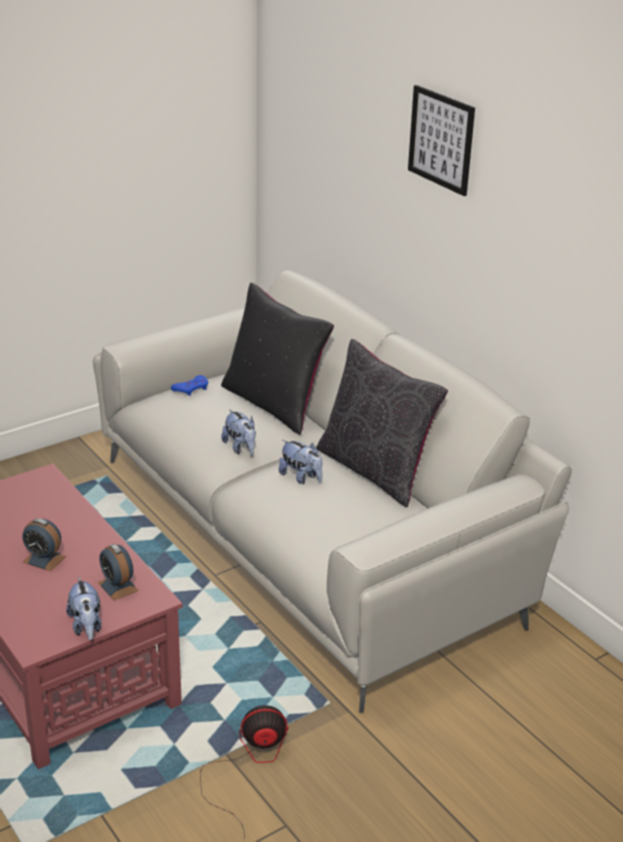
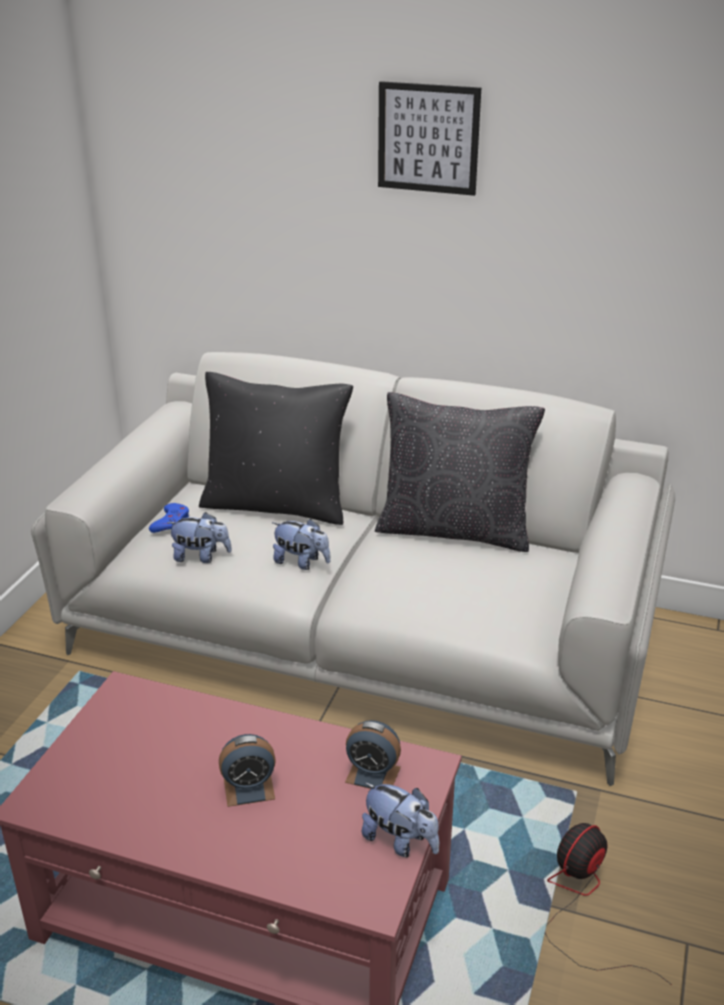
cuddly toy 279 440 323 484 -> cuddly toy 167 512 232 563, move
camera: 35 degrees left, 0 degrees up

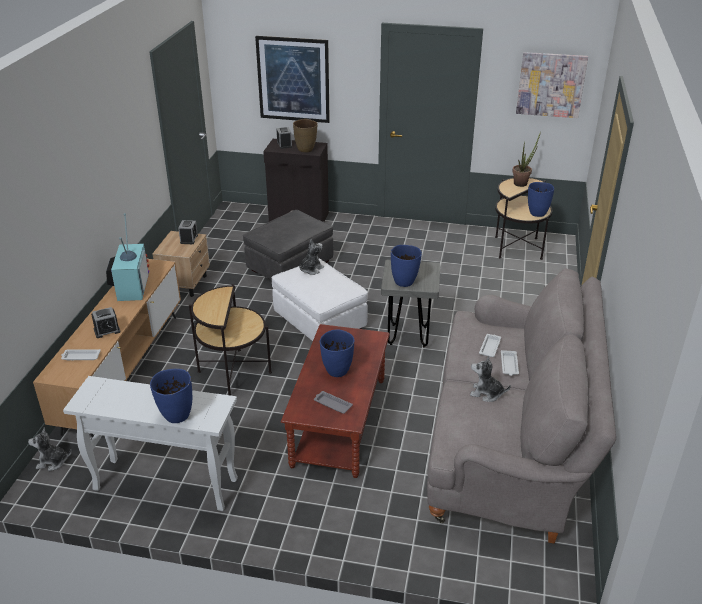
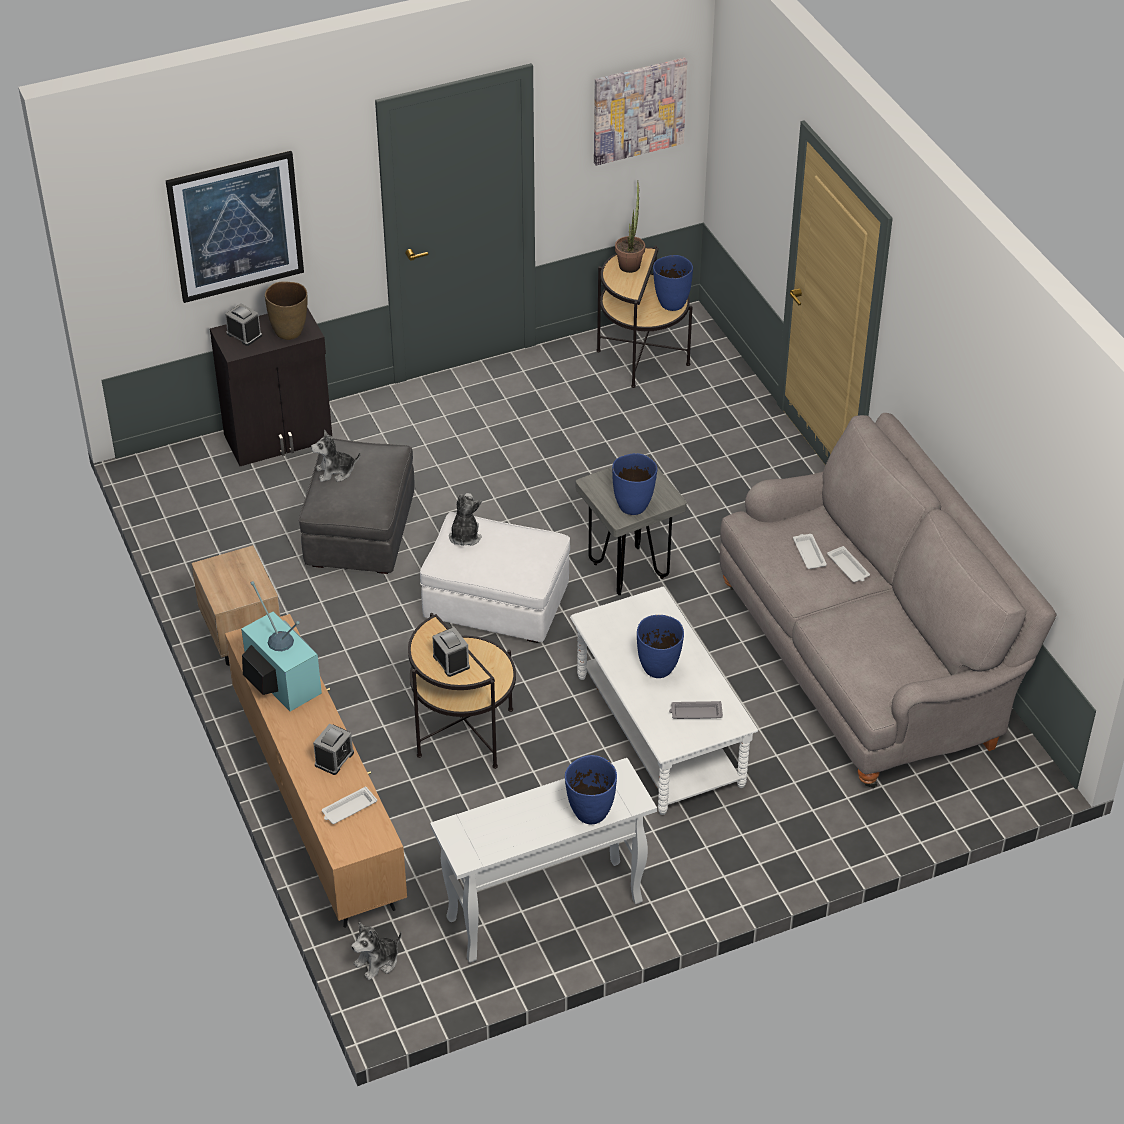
table clock 178 220 198 244 -> table clock 432 627 470 677, move
cuddly toy 470 356 511 402 -> cuddly toy 311 430 360 482, move
brown-coloured coffee table 281 324 390 478 -> white-coloured coffee table 570 587 758 815
camera: 35 degrees left, 10 degrees up

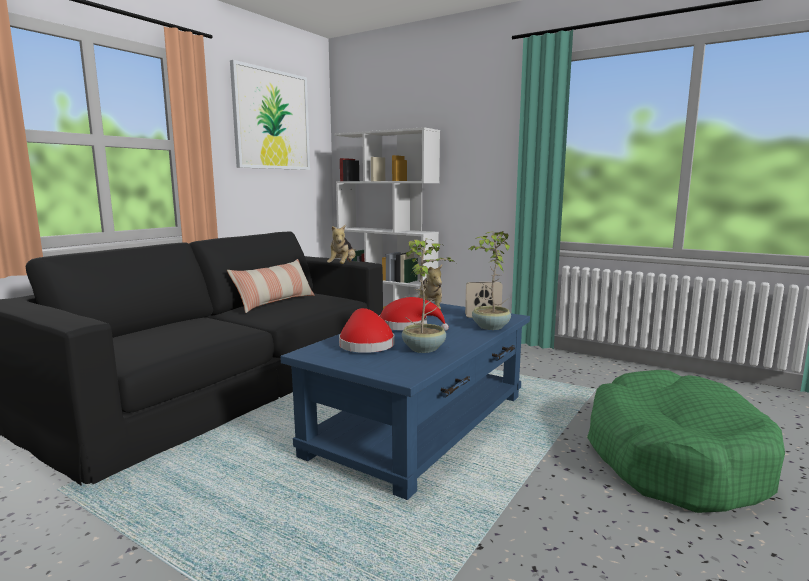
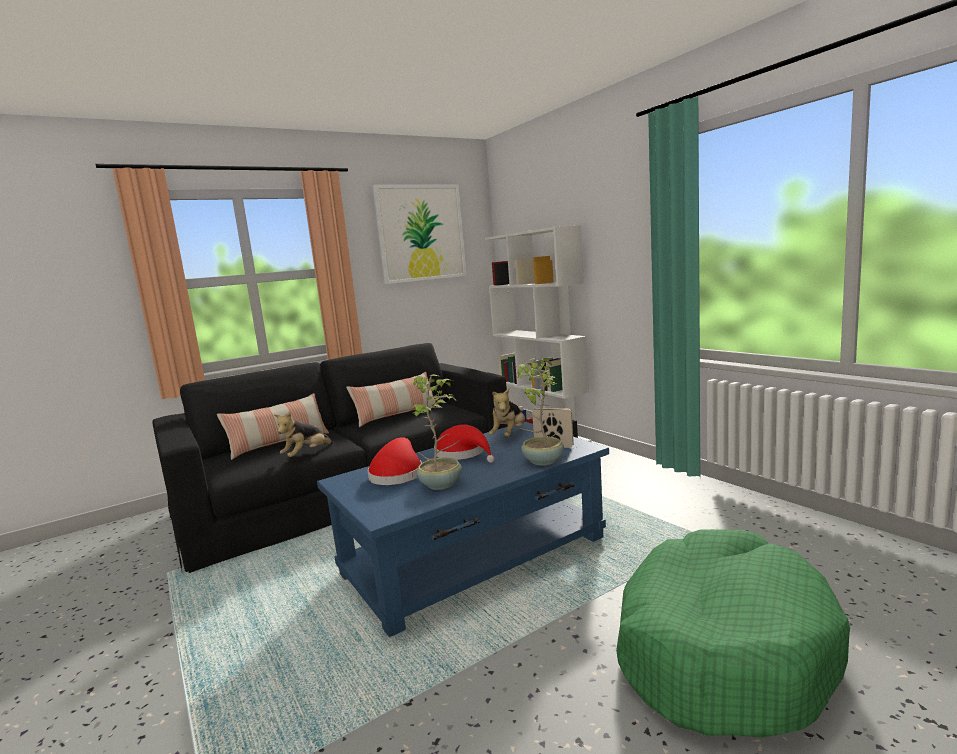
none -> cushion 217 393 329 460
cuddly toy 327 225 356 264 -> cuddly toy 274 411 333 457, move
camera: 25 degrees right, 0 degrees up

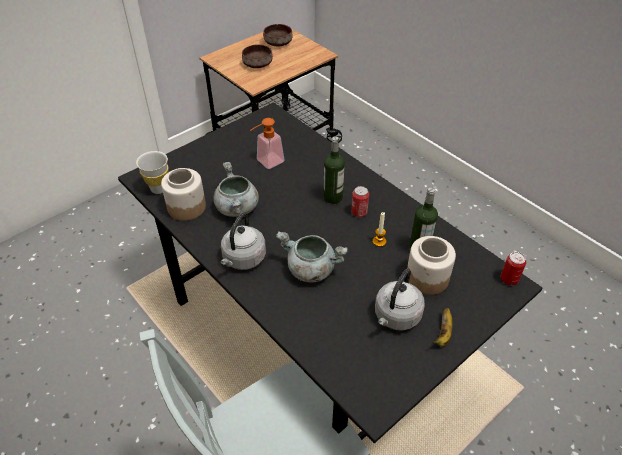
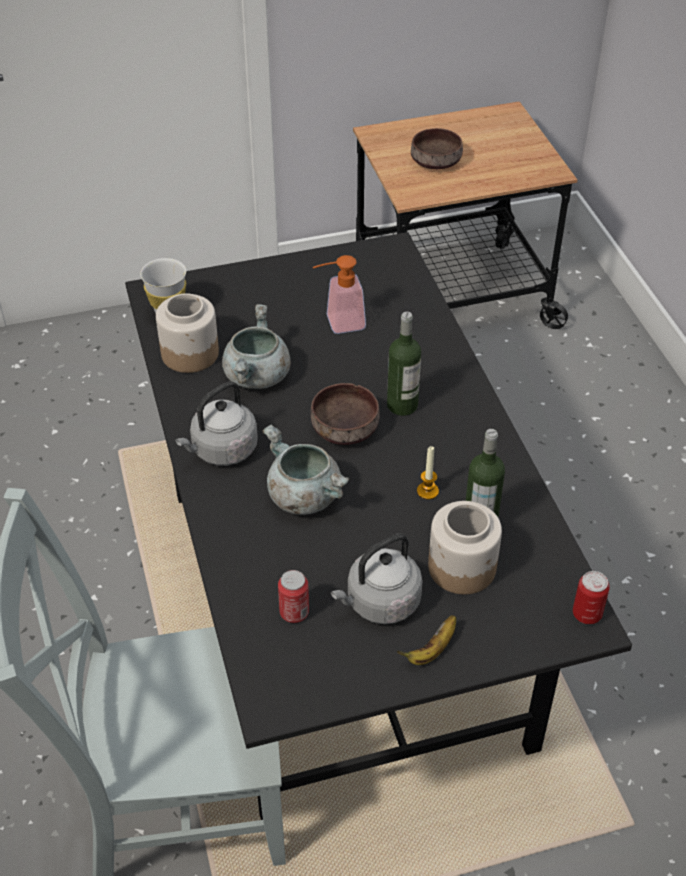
brown-coloured serving bowl 263 24 292 46 -> brown-coloured serving bowl 311 383 380 445, move
sealed can 351 186 369 217 -> sealed can 278 570 309 623, move
camera: 25 degrees right, 0 degrees up

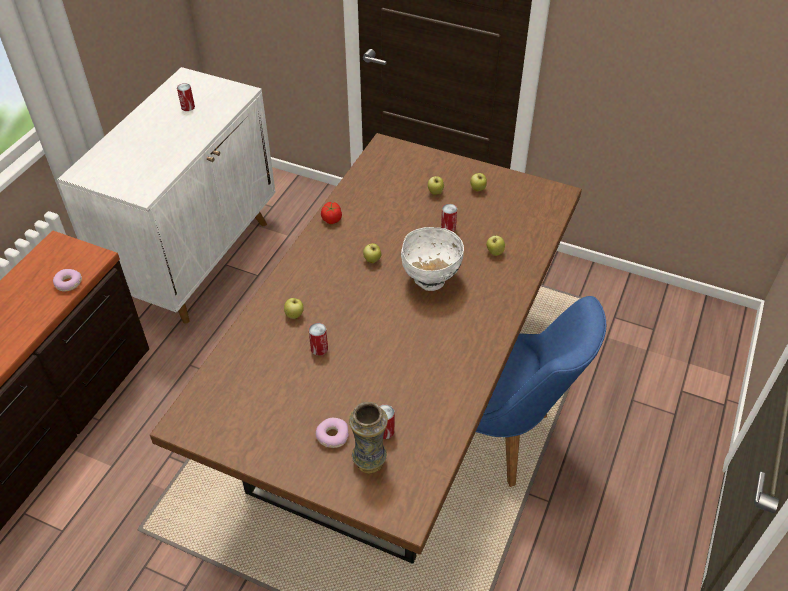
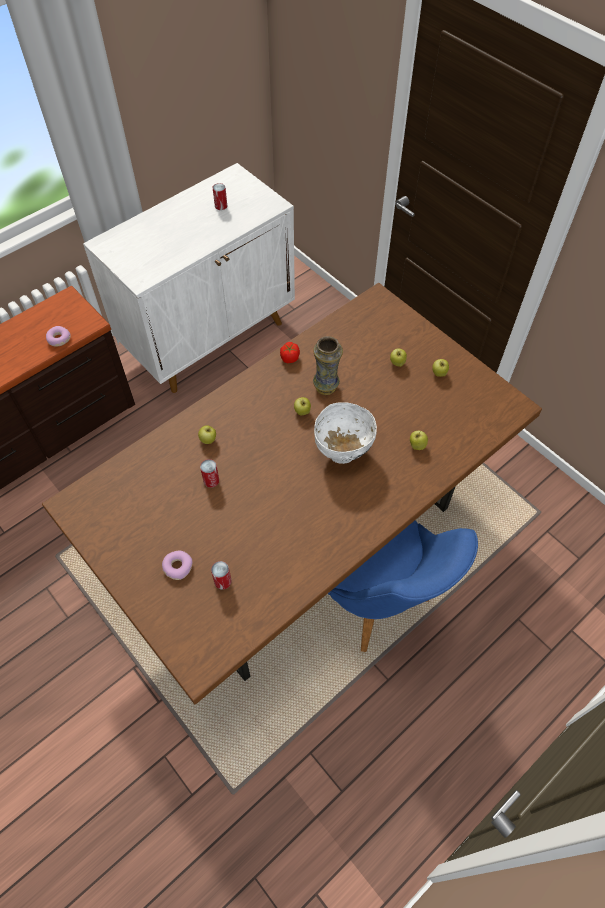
sealed can 441 204 457 232 -> none
flower vase 349 402 388 474 -> flower vase 313 336 343 395, move
camera: 25 degrees right, 10 degrees up

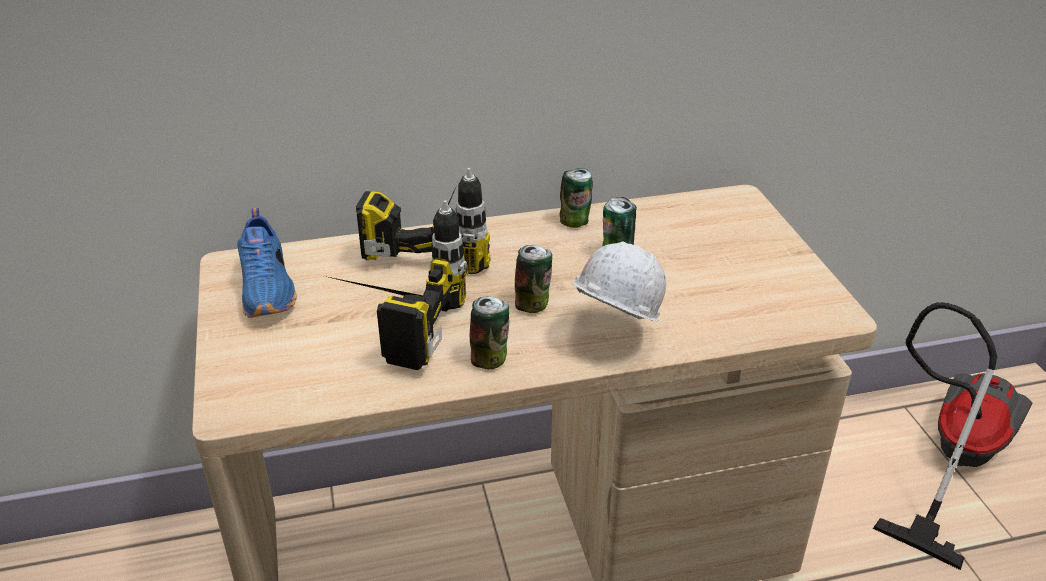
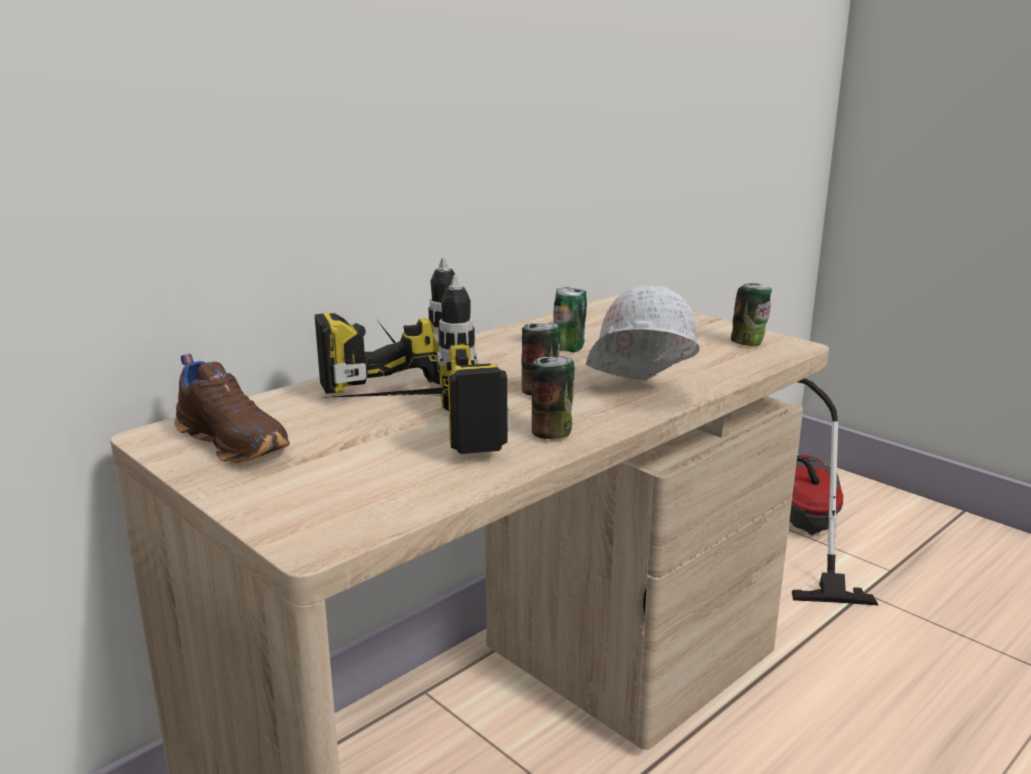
sealed can 560 168 593 228 -> sealed can 731 283 772 346, move
bluish shoe 237 208 297 318 -> brown-coloured shoe 174 354 290 463
camera: 30 degrees left, 15 degrees down

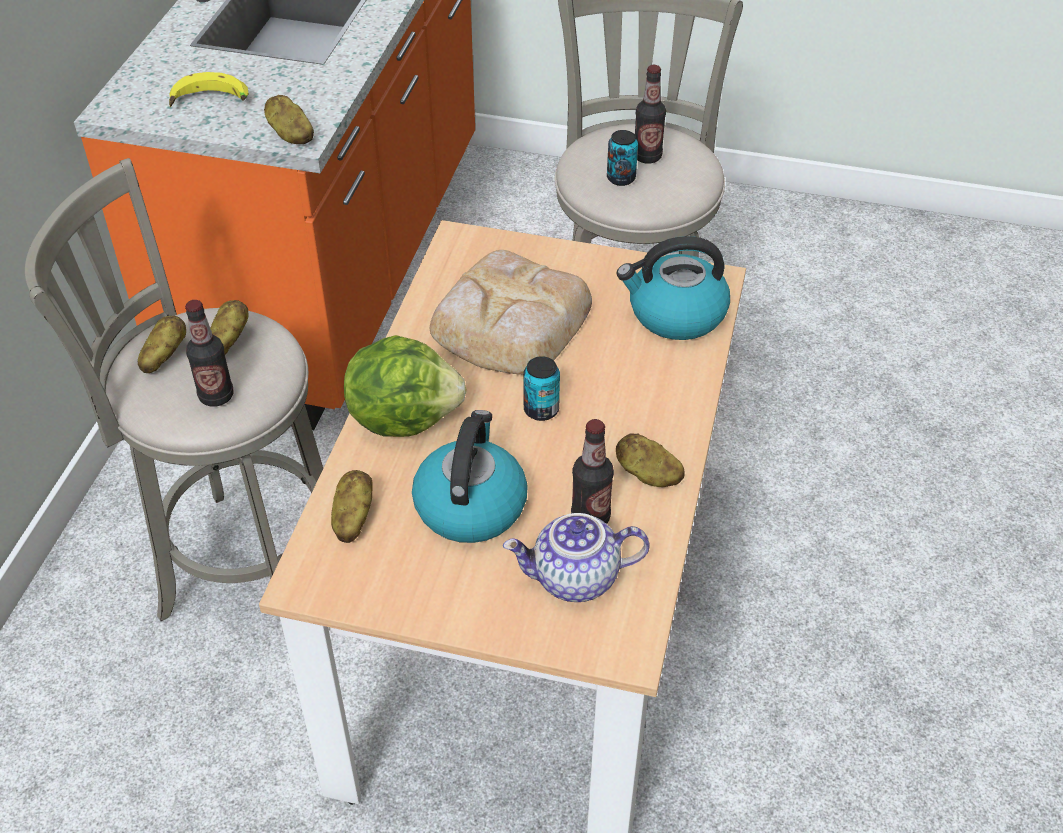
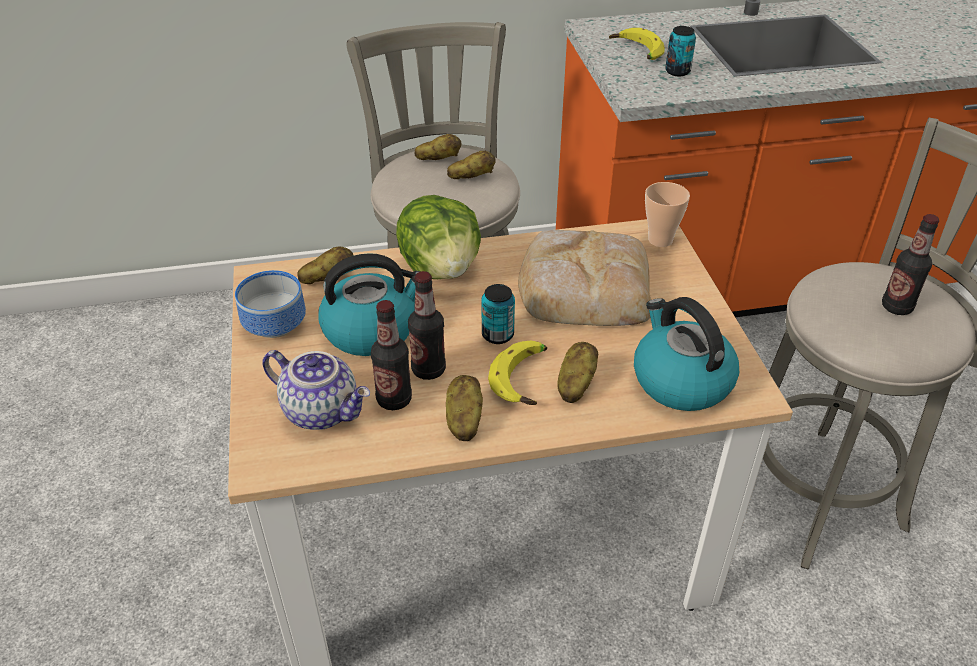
none -> serving bowl 235 270 306 338
none -> banana fruit 488 341 547 405
none -> cup 645 182 690 247
bottle 185 300 233 406 -> bottle 408 271 446 380, move
potato 264 95 314 144 -> potato 557 342 598 403, move
sealed can 607 130 638 186 -> sealed can 665 26 696 76, move
tea pot 503 513 649 602 -> tea pot 262 350 370 430, 150 degrees clockwise
camera: 65 degrees right, 5 degrees down

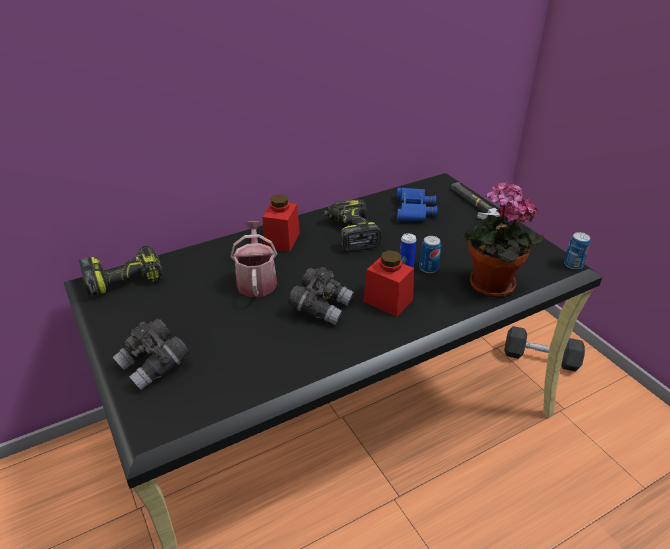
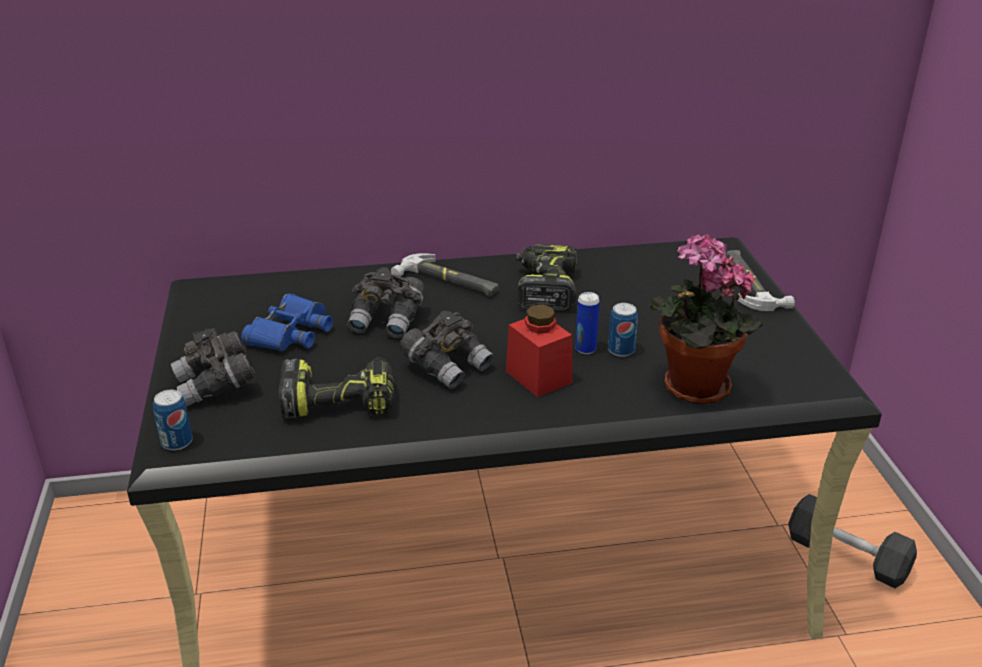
electric drill 79 246 162 297 -> electric drill 279 357 394 418, move
bluish binoculars 397 187 437 222 -> bluish binoculars 241 293 333 351, move
sealed can 564 232 591 270 -> sealed can 153 390 193 451, move
watering pot 230 221 277 297 -> gray binoculars 347 267 425 338
red-coloured preserve jar 263 194 300 252 -> hand hammer 391 253 498 296
camera: 20 degrees right, 5 degrees down

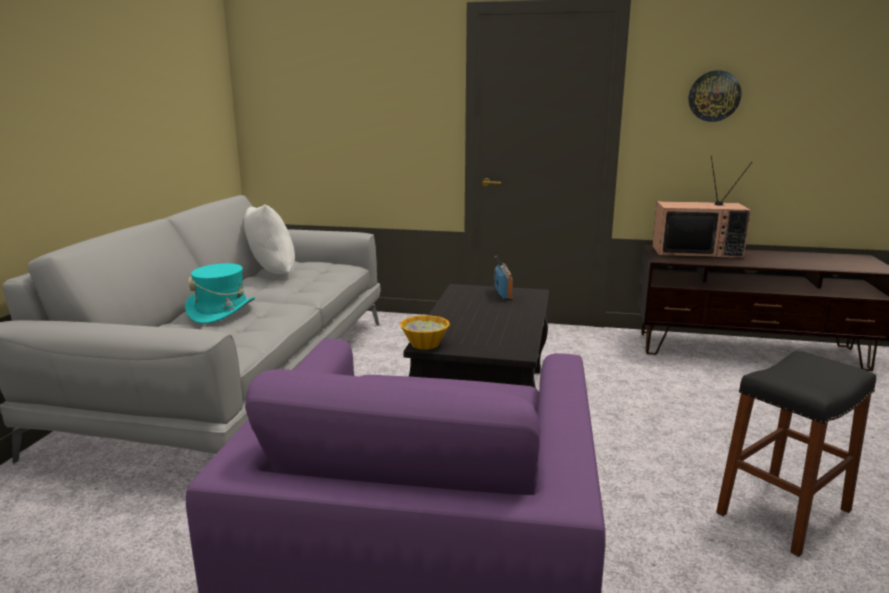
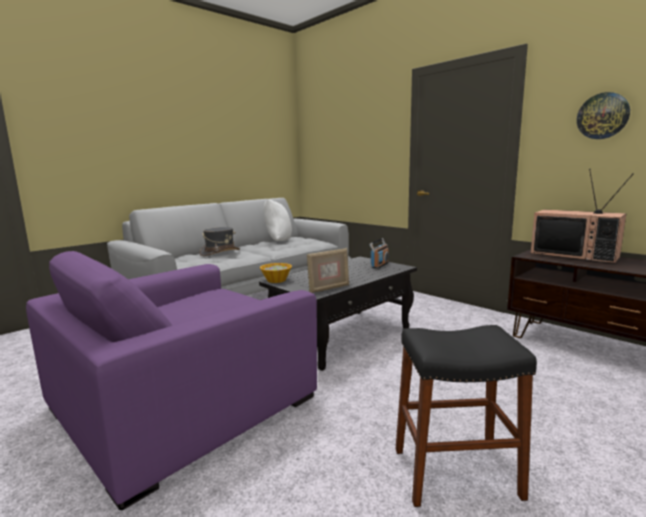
none -> photo frame 307 248 349 293
turquoise hat 185 263 255 324 -> gray hat 200 227 240 256
camera: 35 degrees right, 5 degrees down

